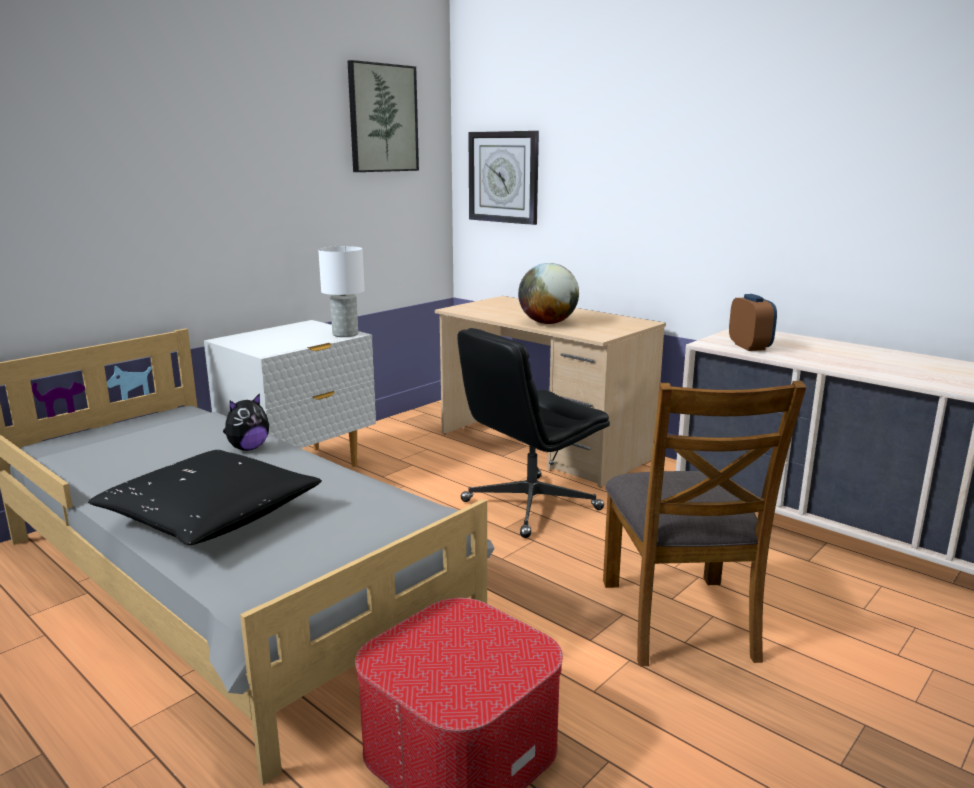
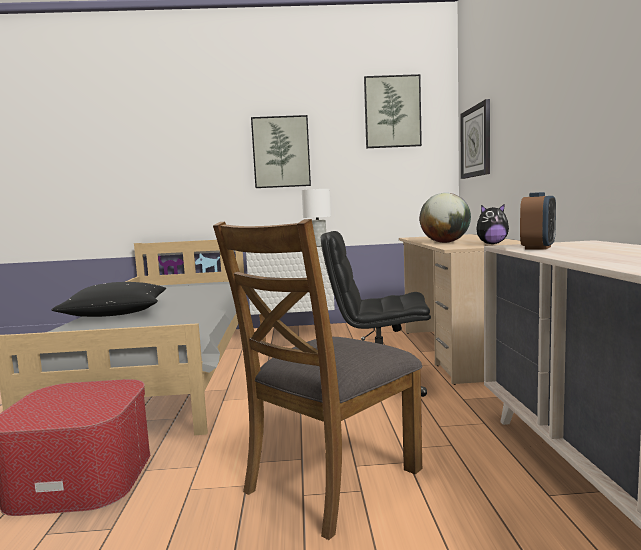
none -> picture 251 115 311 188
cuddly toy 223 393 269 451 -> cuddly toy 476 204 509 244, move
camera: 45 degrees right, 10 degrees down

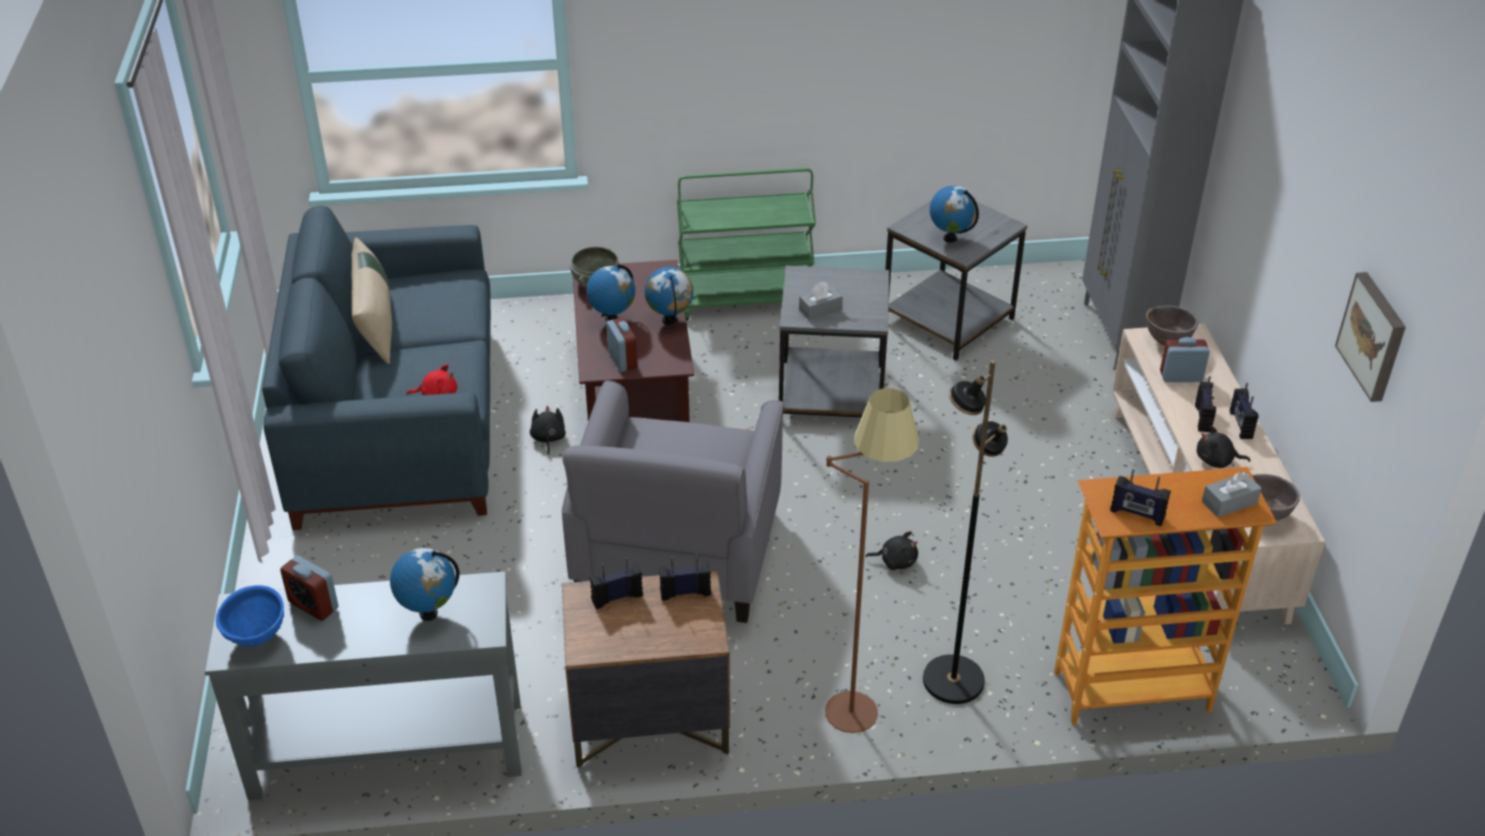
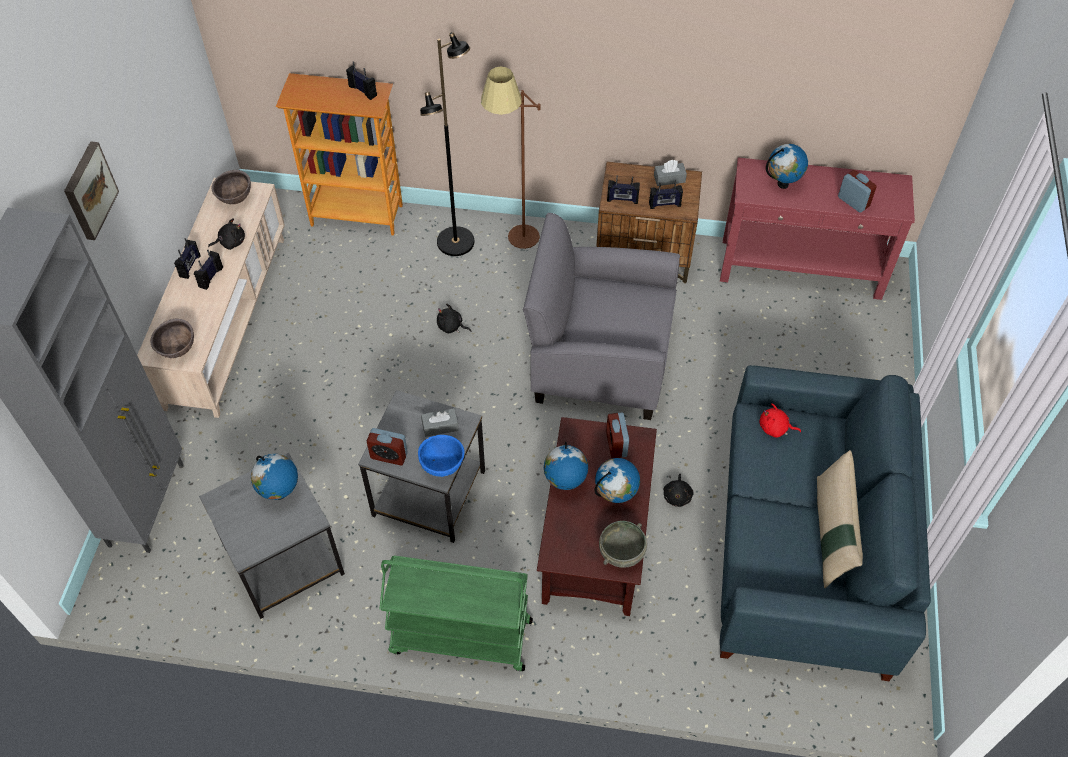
bluish serving bowl 216 585 284 647 -> bluish serving bowl 418 435 465 477, move
table clock 1160 337 1210 382 -> table clock 367 428 408 465, move
gray tissue box 1202 472 1262 518 -> gray tissue box 654 160 687 186, move
picture 1335 272 1406 402 -> picture 64 141 119 240, move
gray hall table 205 571 522 801 -> red-coloured hall table 720 158 915 300
gray armchair 562 381 783 623 -> gray armchair 523 213 680 420, 105 degrees counterclockwise
black cuddly toy 1196 425 1250 468 -> black cuddly toy 208 218 245 250, 45 degrees counterclockwise
camera: 165 degrees left, 15 degrees up

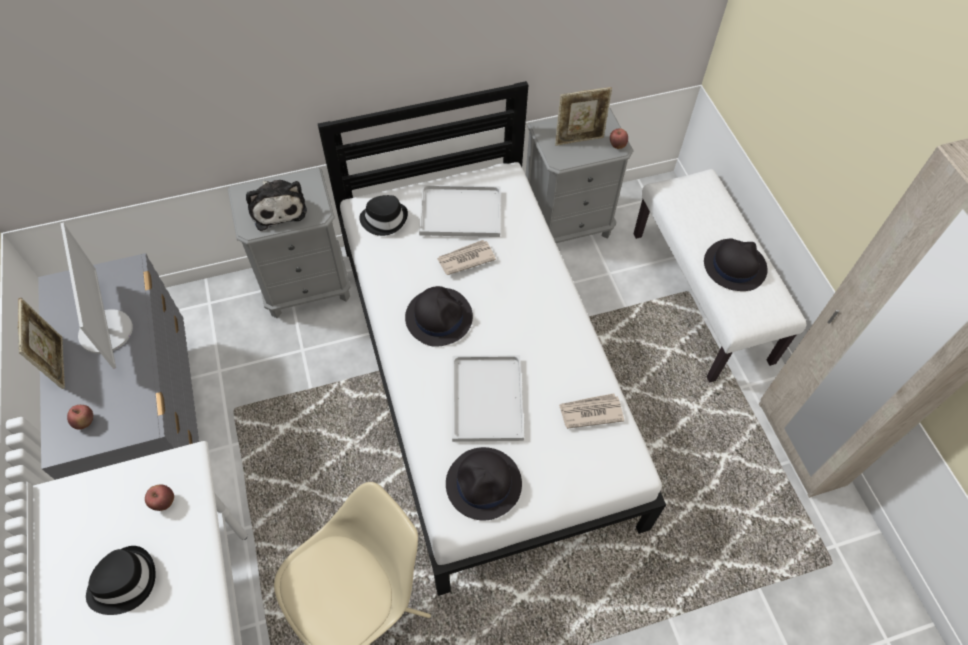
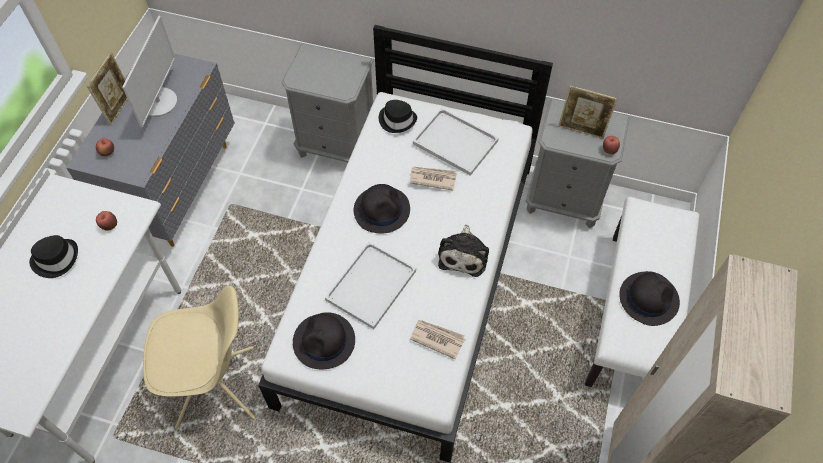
cuddly toy 246 180 307 231 -> cuddly toy 438 224 489 277, move
camera: 35 degrees right, 0 degrees up

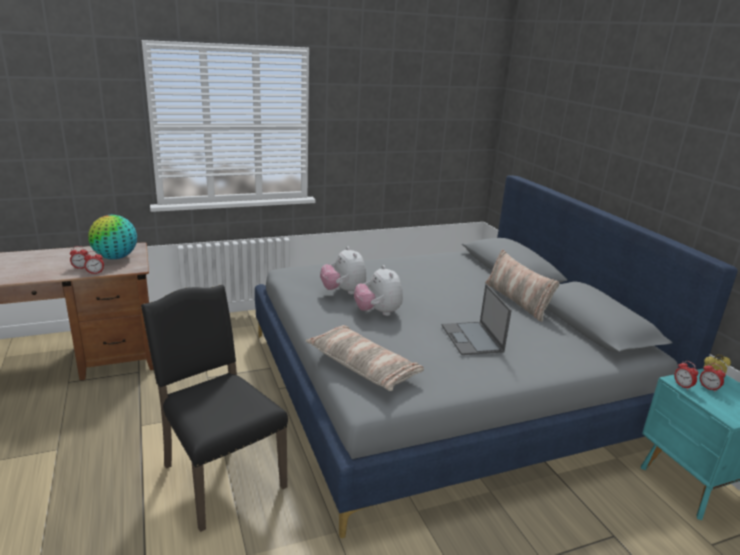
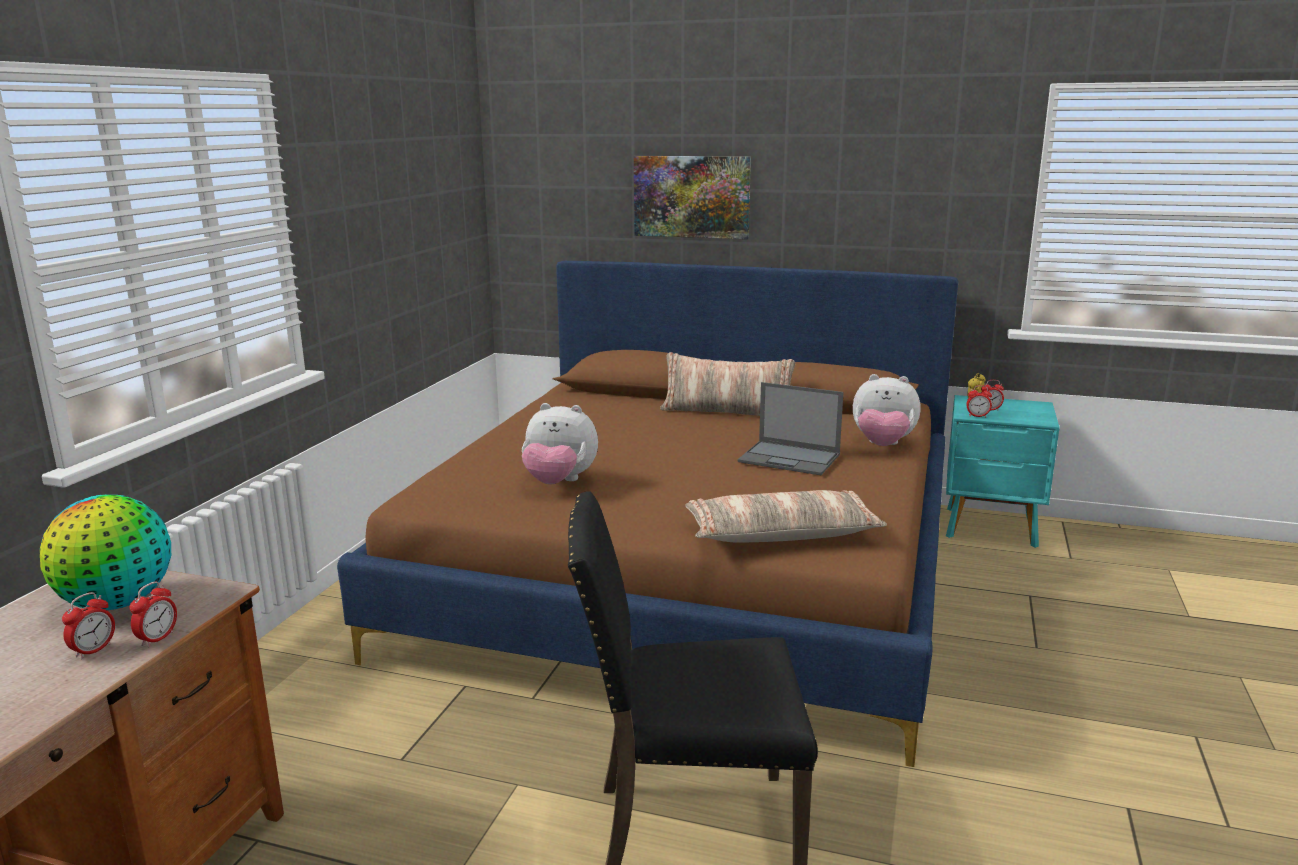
none -> picture 634 156 751 239
cuddly toy 354 265 403 316 -> cuddly toy 853 374 921 446, move
gray sleeping bed 255 175 738 538 -> brown-coloured sleeping bed 337 261 958 767
camera: 50 degrees left, 5 degrees down

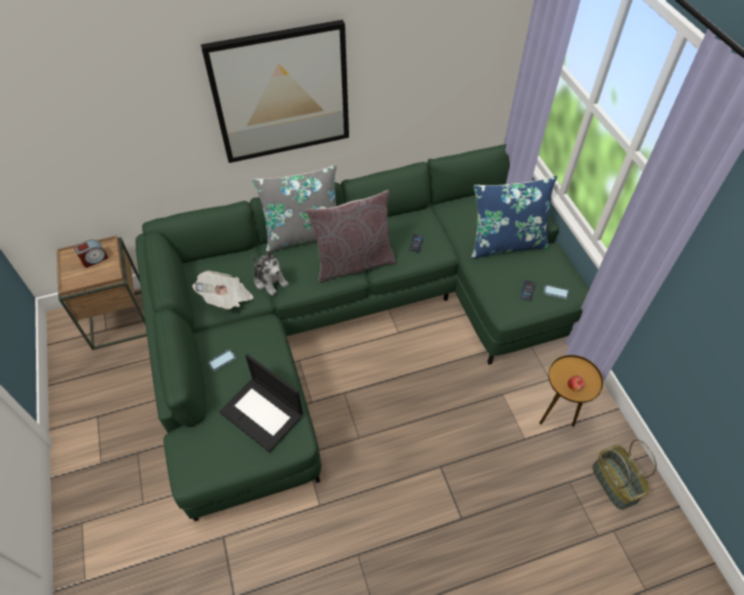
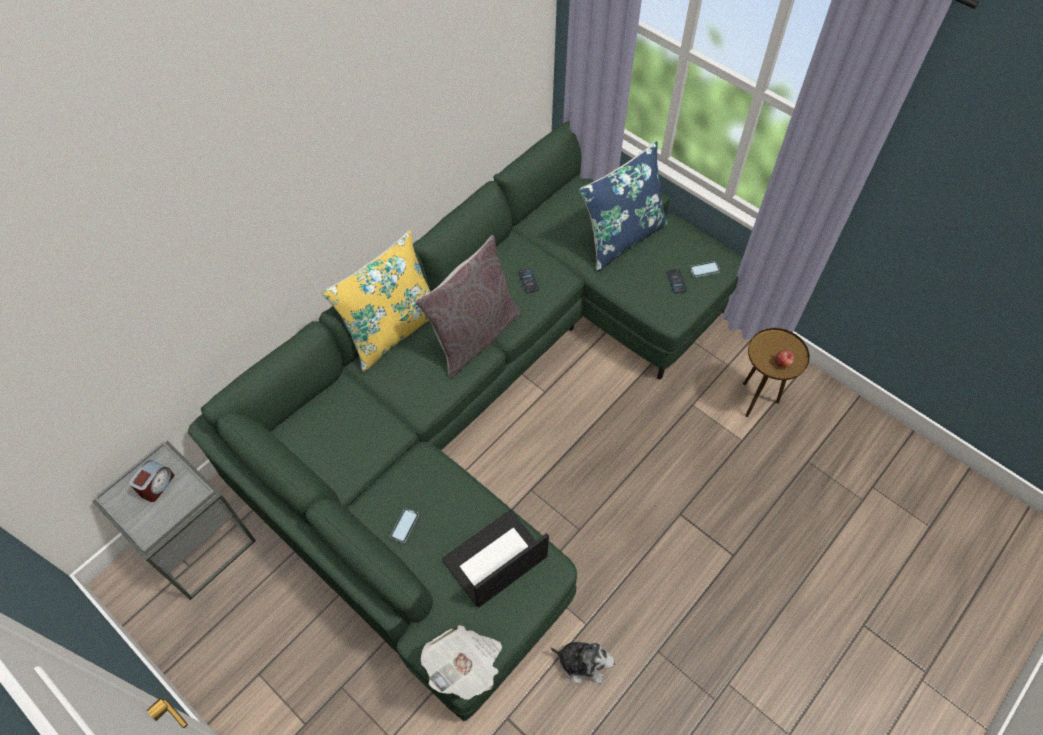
picture 201 20 349 163 -> none
household basket 592 439 657 510 -> none
newspaper 192 271 253 310 -> newspaper 421 625 502 699, move
cuddly toy 252 251 288 296 -> cuddly toy 551 642 615 684, move
brown-coloured accent table 57 235 147 350 -> gray accent table 92 441 256 600
gray cushion 252 165 337 252 -> yellowish cushion 321 230 430 372
portable computer 219 354 303 452 -> portable computer 442 510 549 607, 135 degrees clockwise
camera: 30 degrees left, 5 degrees up

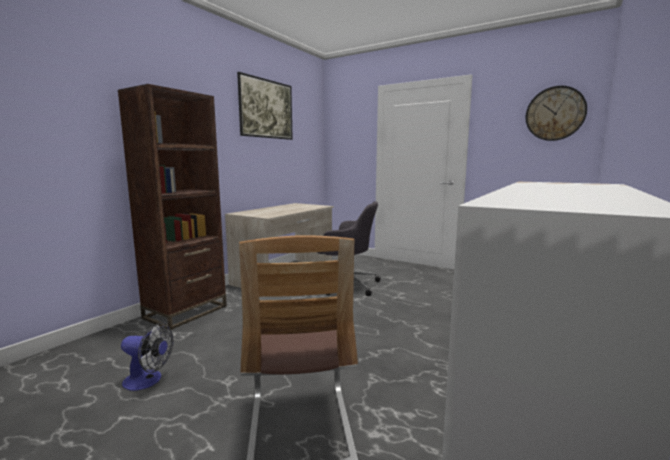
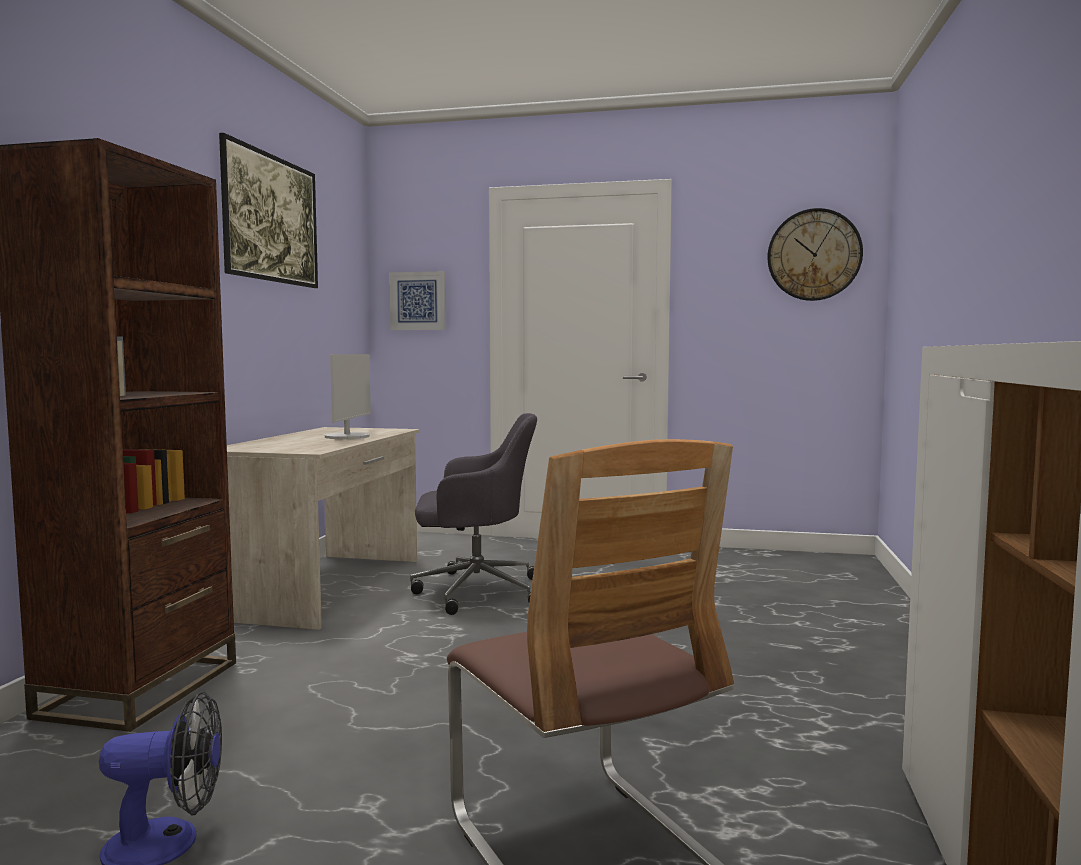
none -> computer screen 325 354 371 439
none -> picture 389 271 446 330
camera: 20 degrees left, 5 degrees down

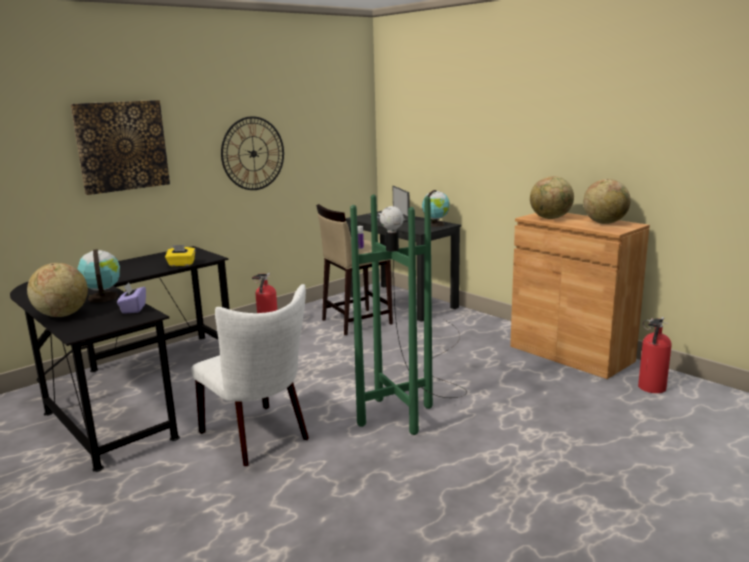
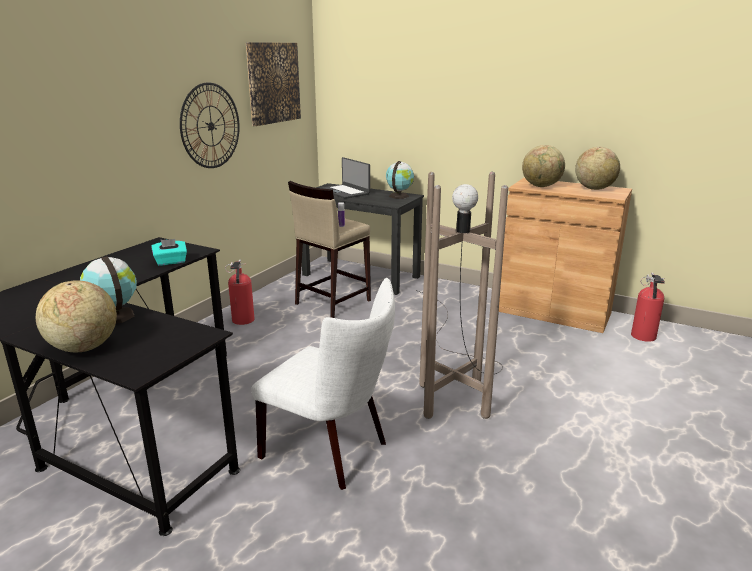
purple tissue box 117 282 146 314 -> none
picture 71 100 170 195 -> picture 246 42 301 126, move
yellowish tissue box 165 245 195 266 -> turquoise tissue box 151 239 187 266
green-coloured standing lamp 350 194 467 435 -> brown-coloured standing lamp 415 172 508 419
camera: 20 degrees left, 5 degrees up

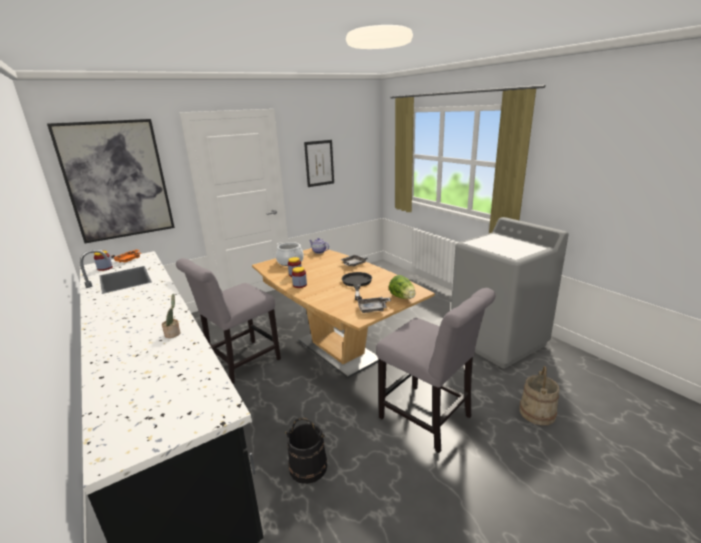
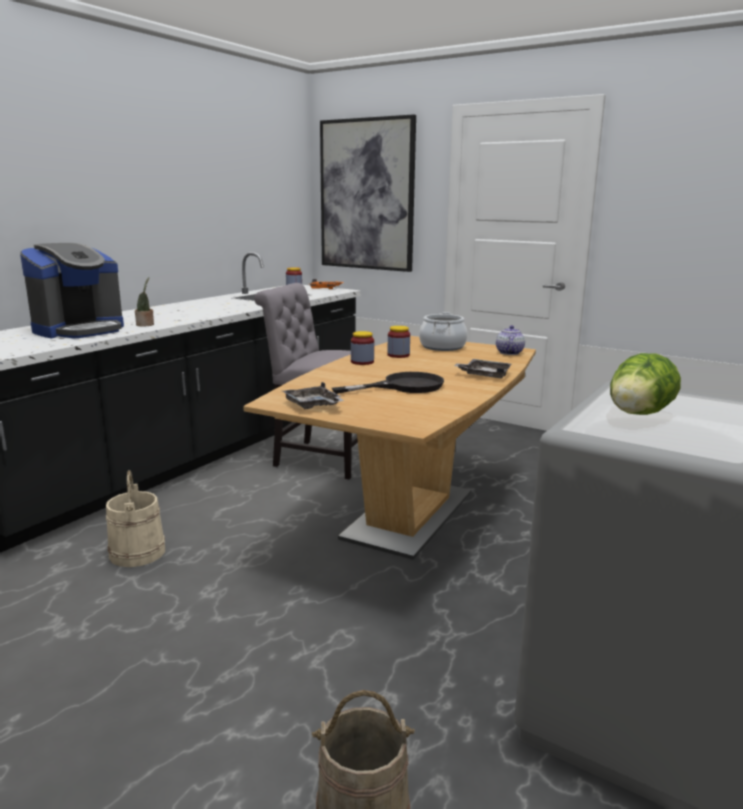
picture 304 140 334 187 -> none
gray chair 376 288 495 453 -> none
none -> coffee brewer 20 243 124 338
lettuce 389 275 415 299 -> lettuce 610 353 681 415, move
black water bucket 285 418 327 484 -> beige water bucket 106 470 165 567
camera: 65 degrees right, 5 degrees down

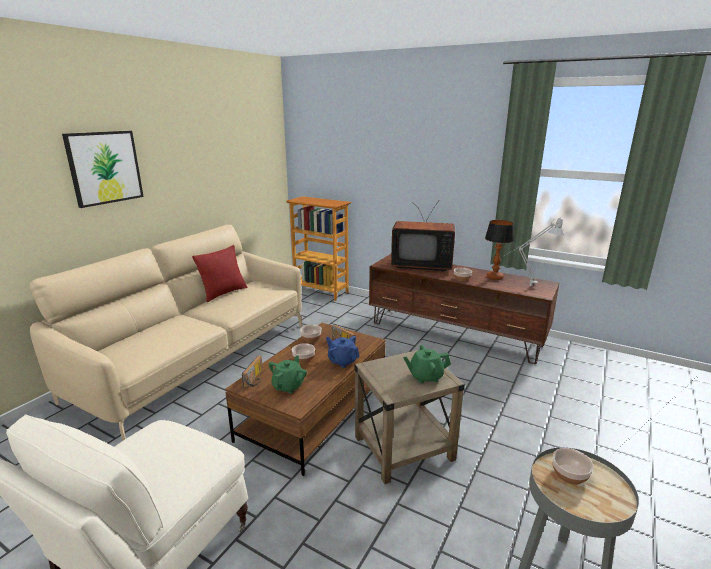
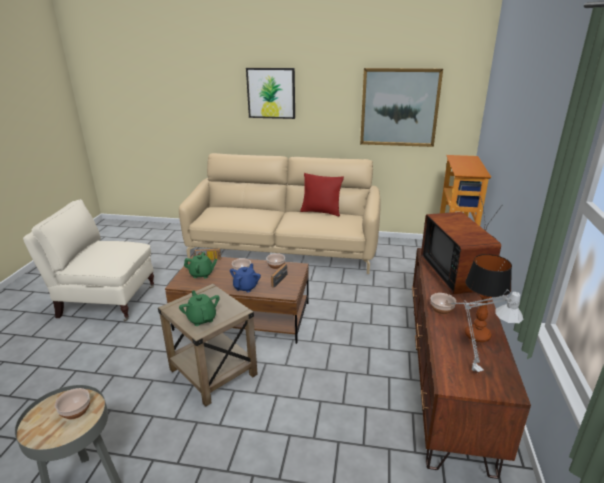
none -> picture 360 68 443 147
camera: 70 degrees right, 5 degrees up

